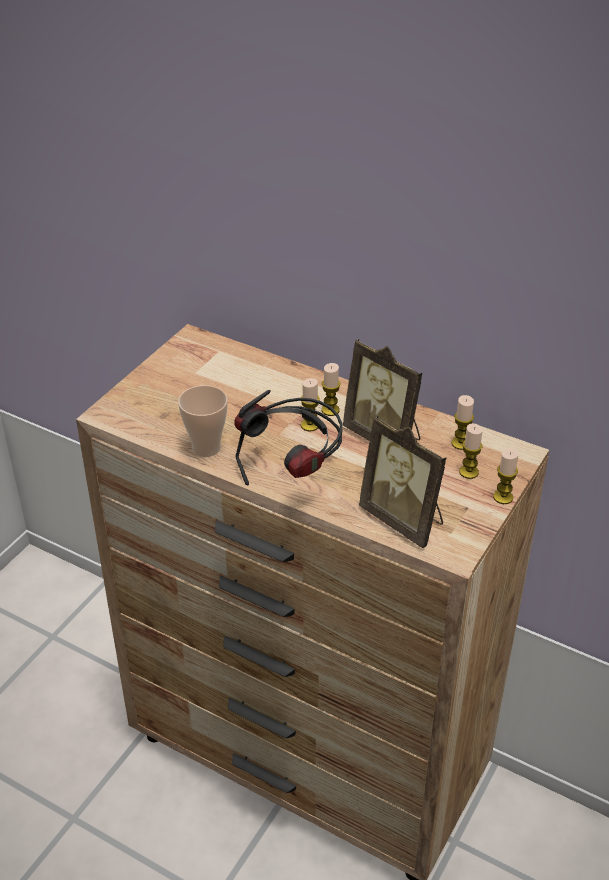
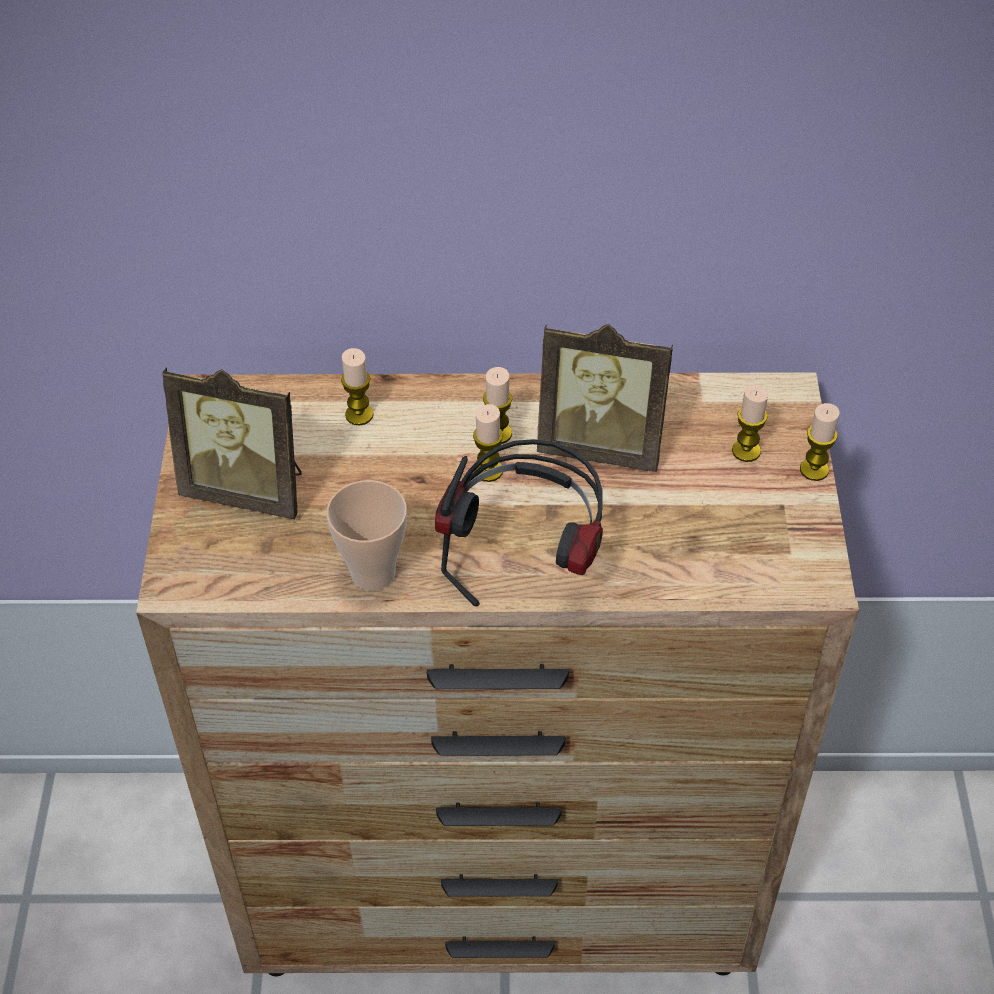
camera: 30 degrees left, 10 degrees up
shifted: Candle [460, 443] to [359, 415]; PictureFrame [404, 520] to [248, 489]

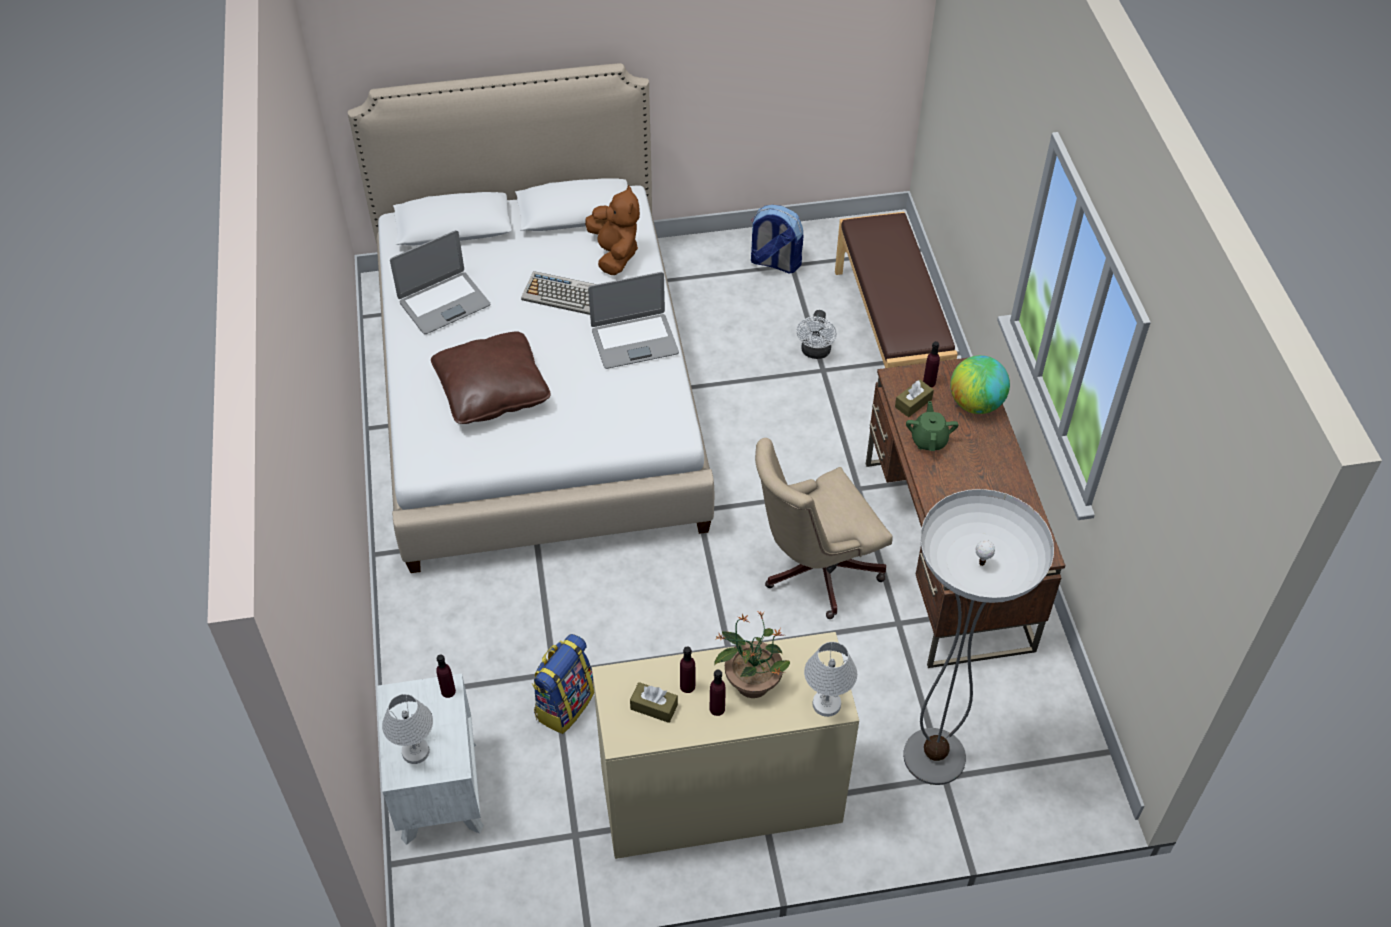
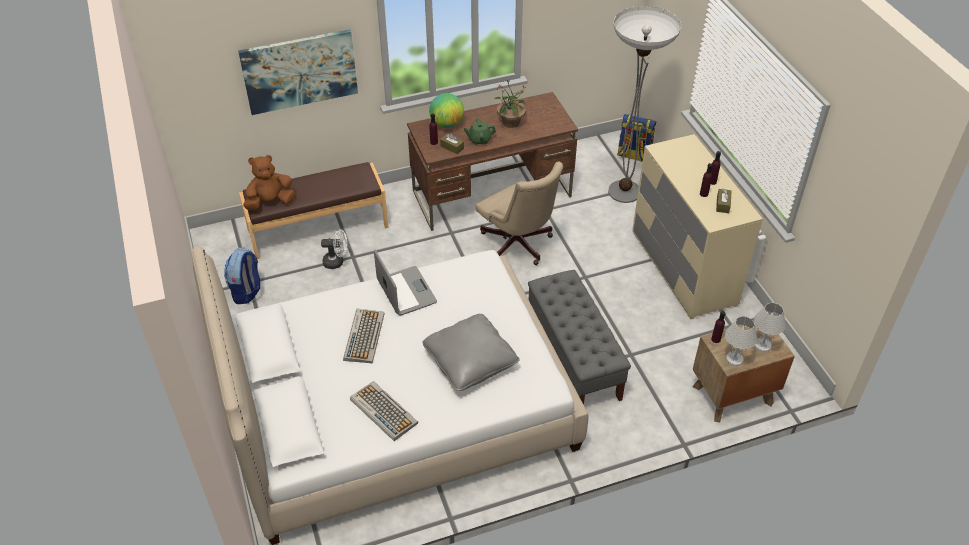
camera: 100 degrees left, 5 degrees down
new: Picture [299, 71]; GreyBench [573, 357]
shifted: BrownPlushToy [615, 254] to [270, 202]; PottedPlant [752, 682] to [510, 122]; Backpack [564, 704] to [633, 155]; WhiteTableLamp [826, 703] to [734, 360]
swapped: Laptop [444, 303] to Keyboard [383, 411]
repainted: BrownPillow [492, 391] to GreyPillow [470, 361]; WhiteNightstand [439, 790] to BrownNightstand [732, 395]

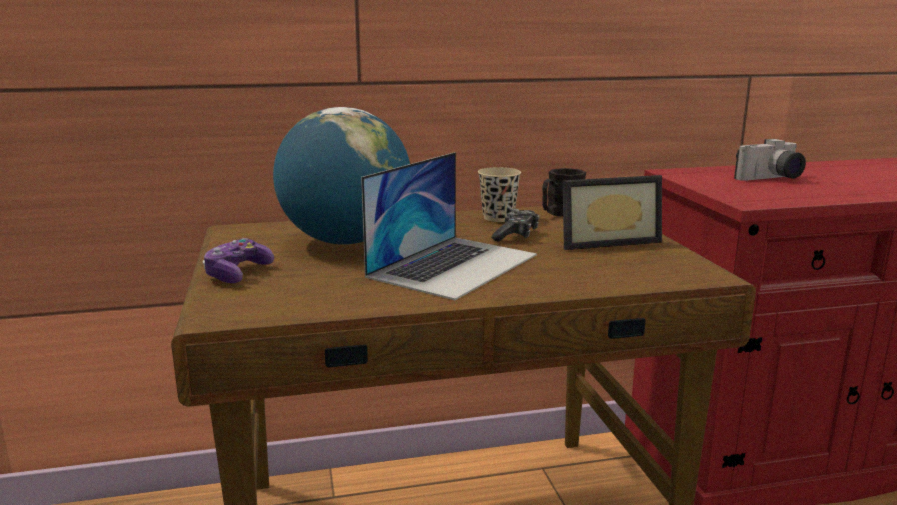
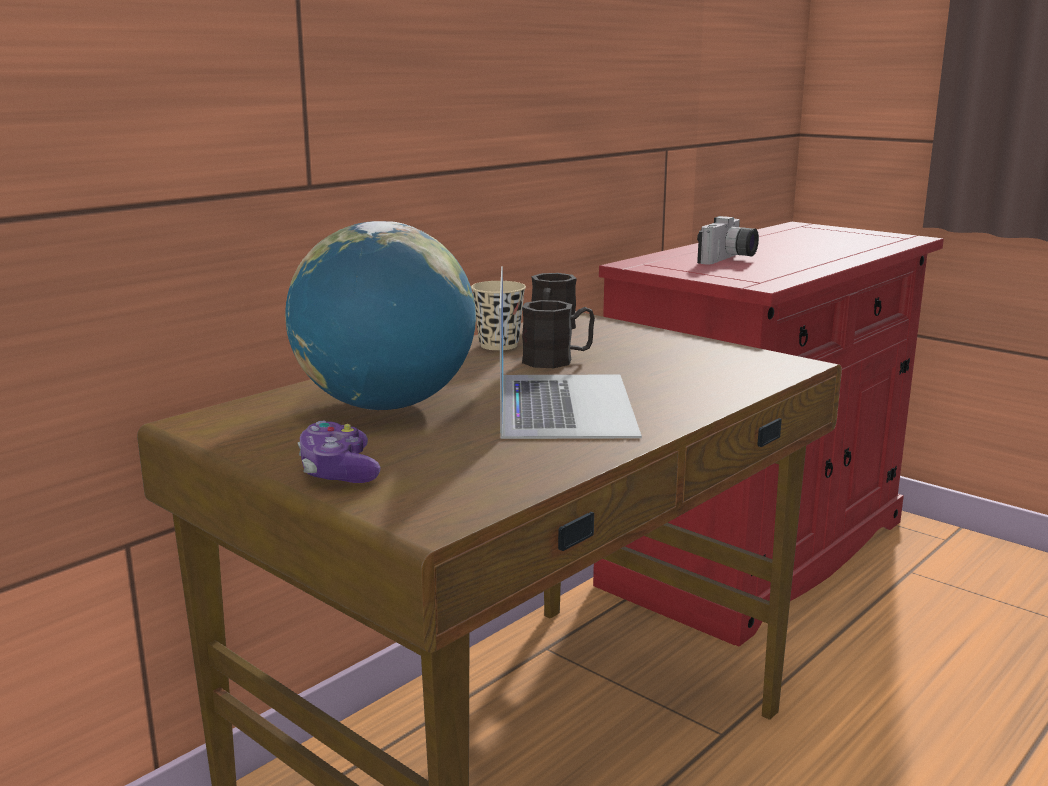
camera: 35 degrees left, 0 degrees up
gone: PictureFrame [606, 241]
swapped: GameController [516, 235] to BlackMug [558, 360]

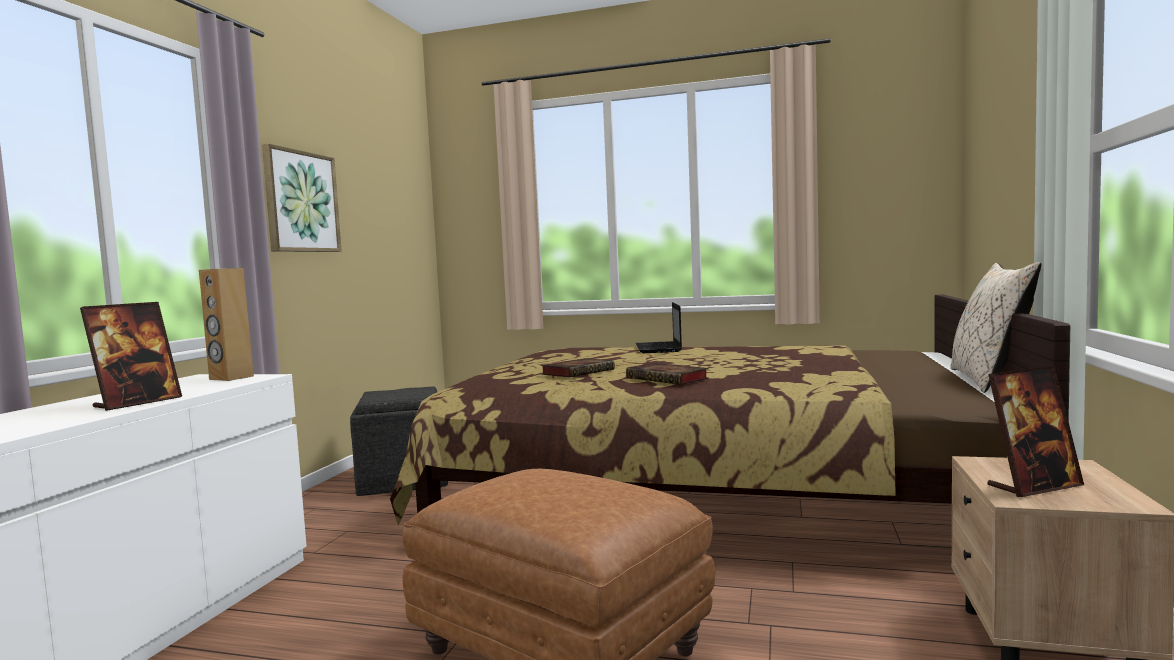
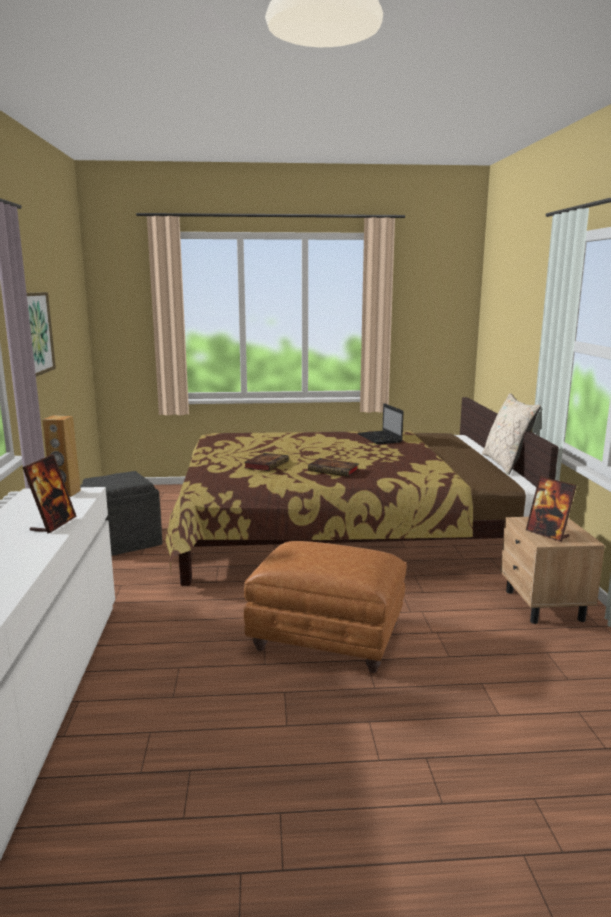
camera: 20 degrees left, 10 degrees up
shifted: Laptop [659, 349] to [380, 438]
rotated: PictureFrame [1034, 486] = [548, 534] 90 degrees clockwise

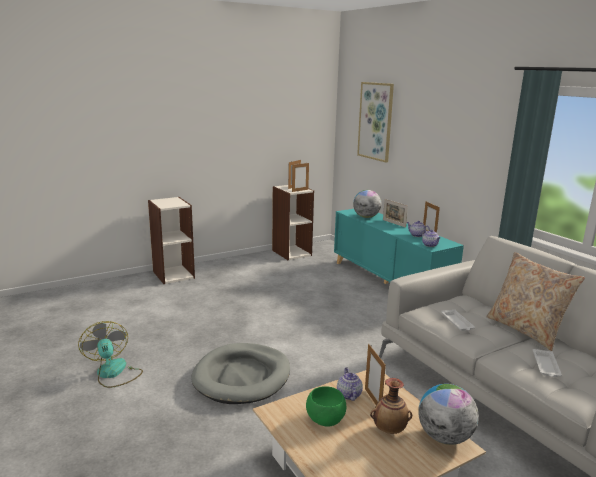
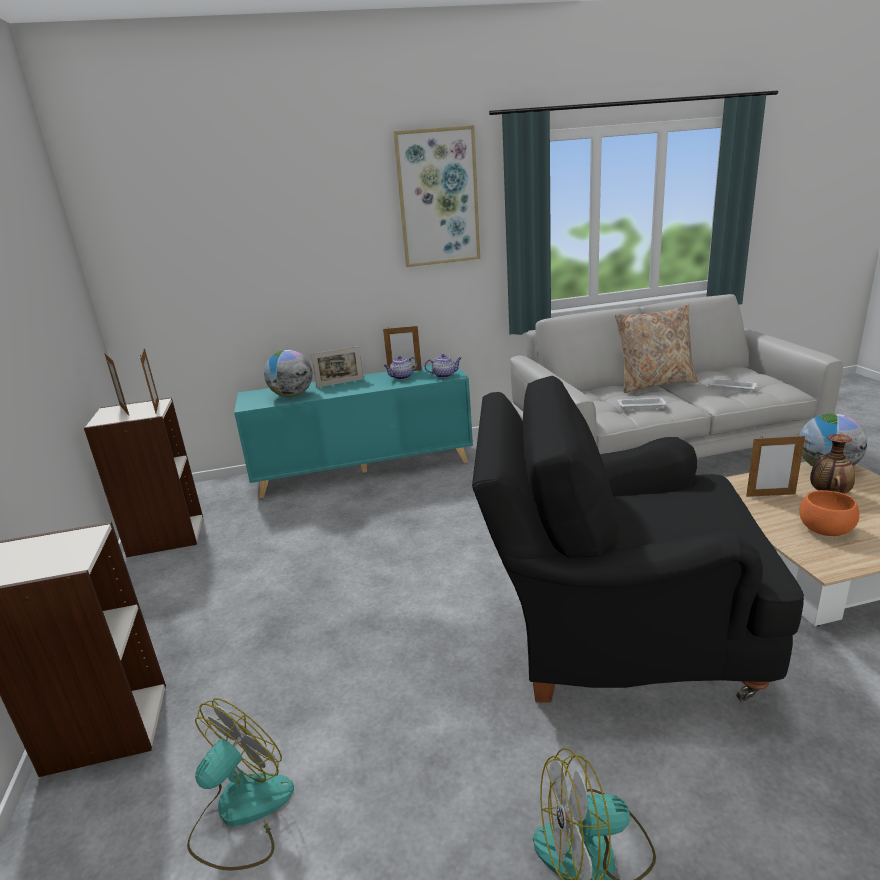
camera: 70 degrees left, 5 degrees up
gone: Teapot [348, 394]
new: Fan [241, 813]
shifted: Picture [375, 121] to [438, 198]
swapped: GreyDogBed [242, 376] to BlackArmchair [616, 639]
repainted: GreenBowl [325, 419] to OrangeBowl [825, 530]

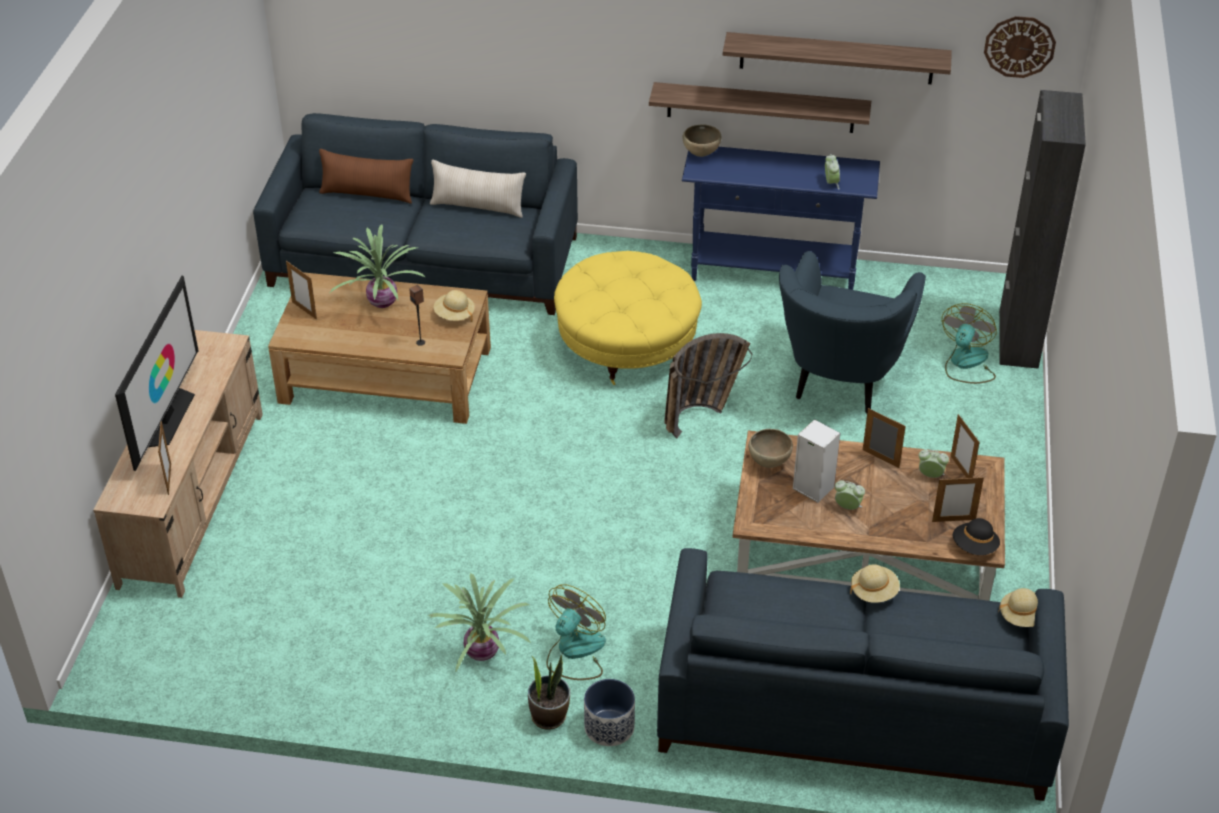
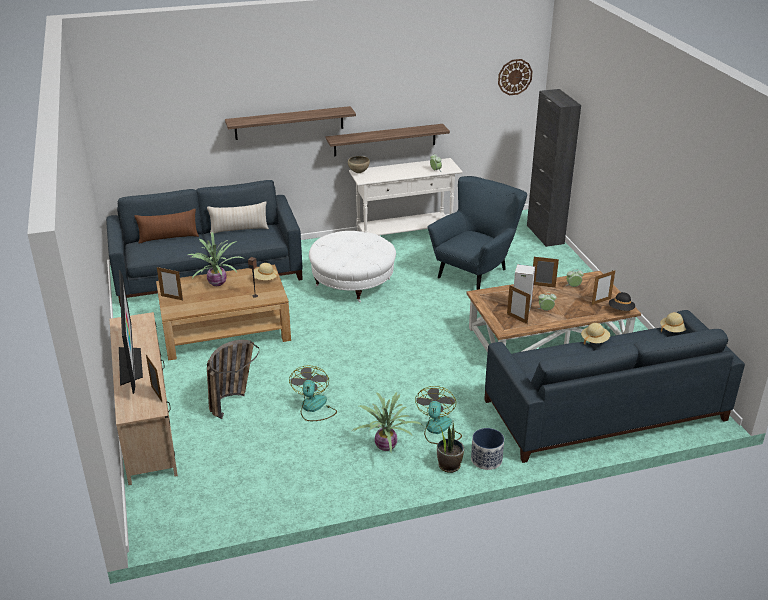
camera: 25 degrees left, 10 degrees down
gone: BrownBowl [769, 462]
shifted: Shelf [836, 58] to [289, 123]; Fan [966, 364] to [314, 408]; Basket [702, 415] to [232, 400]; PictureFrame [961, 469] to [517, 319]
repainted: BlueConsoleTable [774, 273] to WhiteConsoleTable [405, 235]; YellowOttoman [627, 344] to WhiteOttoman [353, 283]
rotated: BlueArmchair [841, 381] = [476, 272] 135 degrees counterclockwise

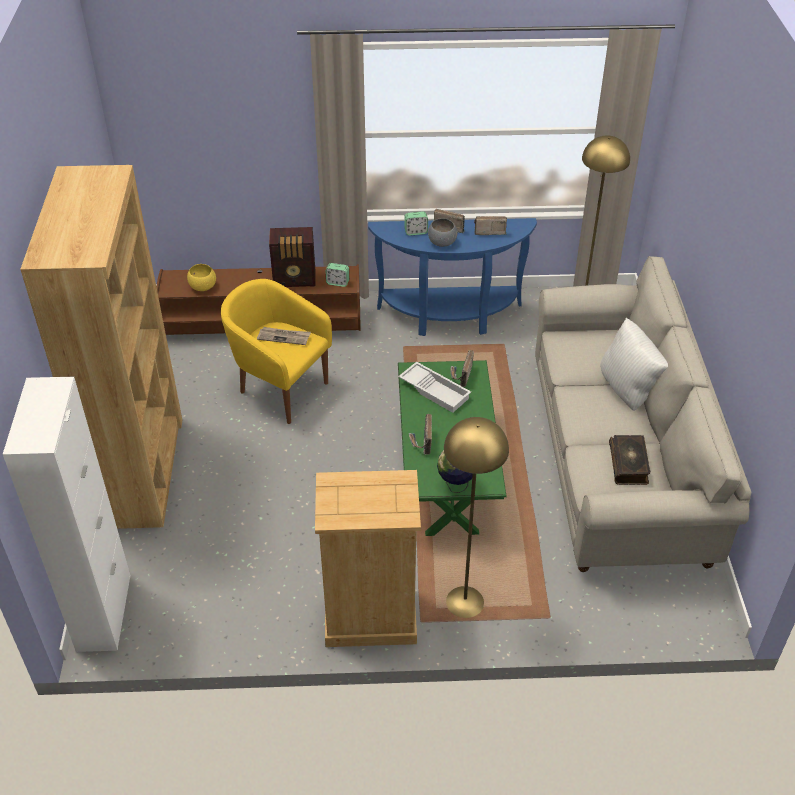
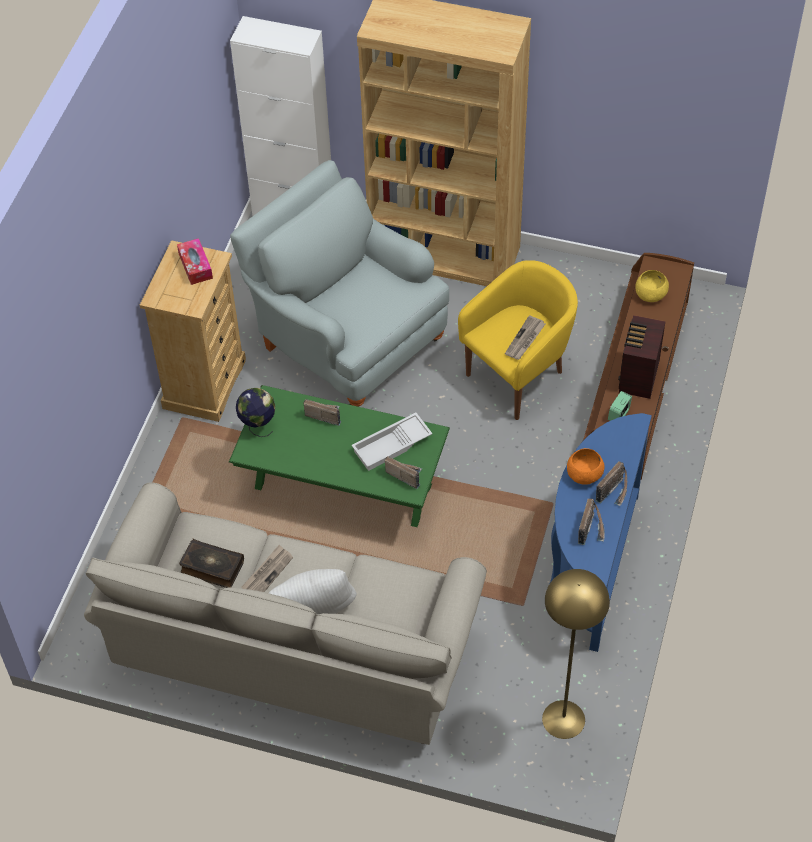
camera: 110 degrees right, 10 degrees up
gone: AlarmClock [416, 232]; YellowFloorLamp [464, 602]
new: GreyArmchair [346, 338]; TissueBox [195, 266]; Newspaper [267, 573]
repainted: GreyBowl [442, 242] to OrangeBowl [583, 474]

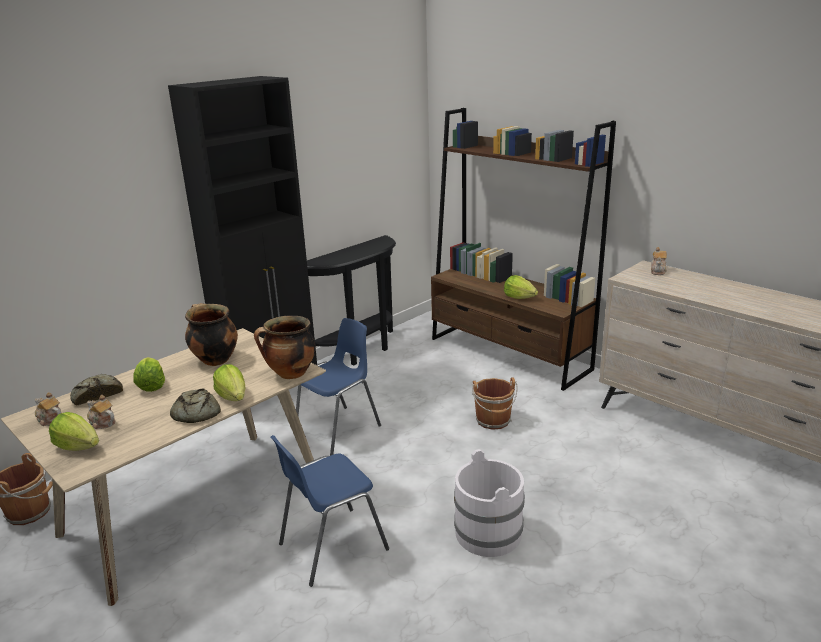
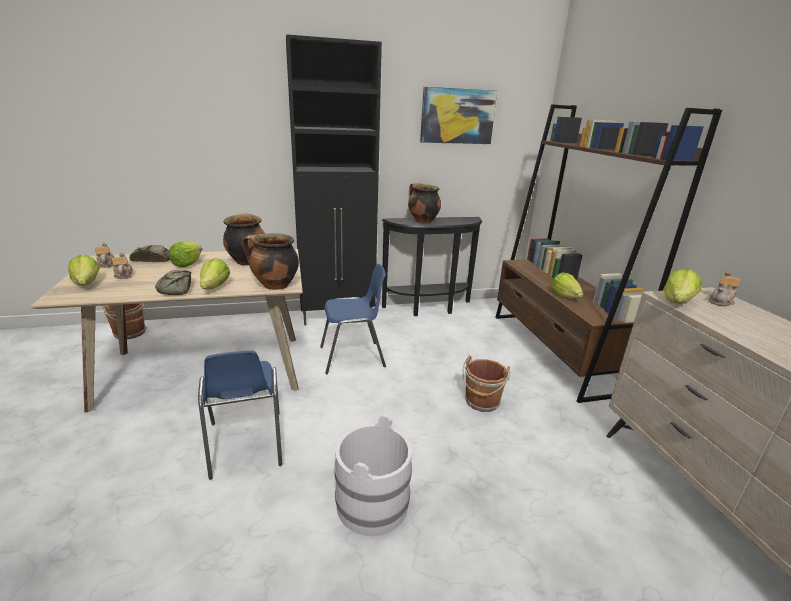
camera: 30 degrees right, 0 degrees up
new: Picture [457, 116]; CookingPot [422, 221]; Lettuce [677, 302]
rotated: BlueChair [331, 546] = [245, 444] 105 degrees counterclockwise

